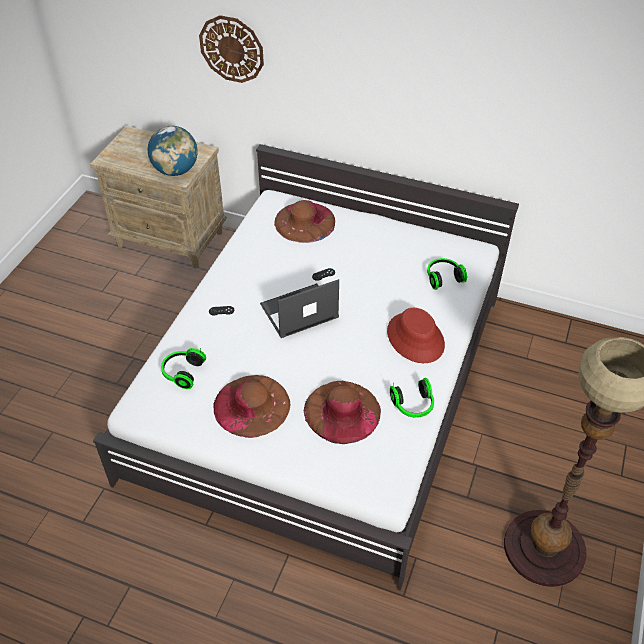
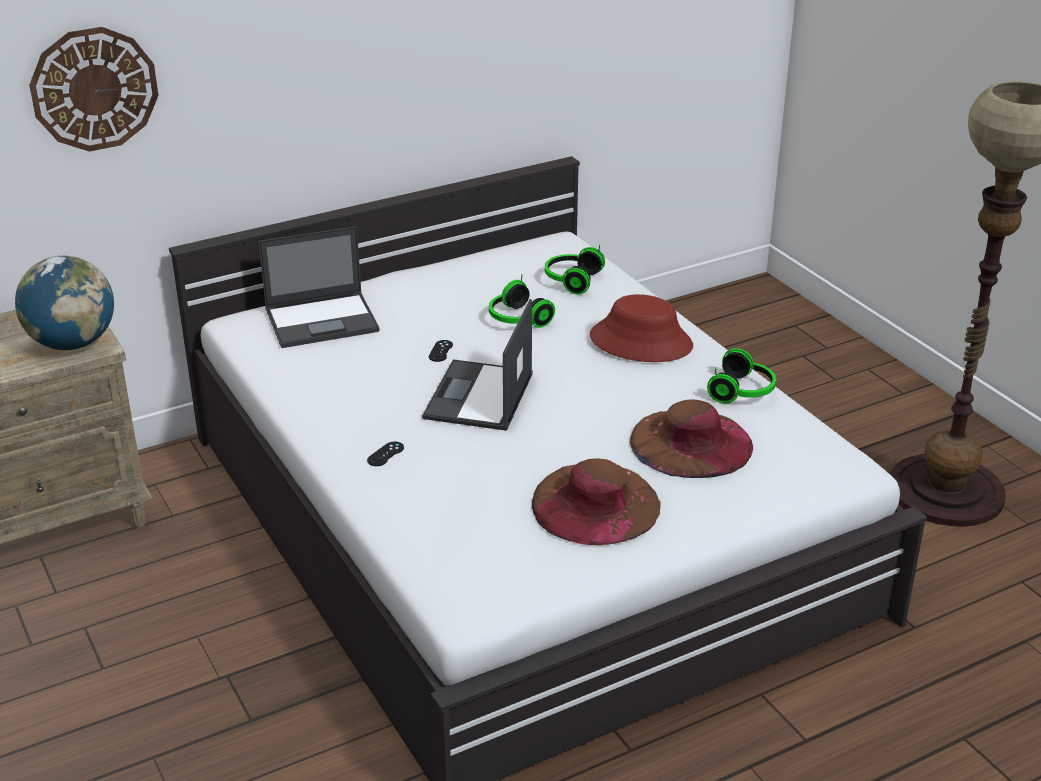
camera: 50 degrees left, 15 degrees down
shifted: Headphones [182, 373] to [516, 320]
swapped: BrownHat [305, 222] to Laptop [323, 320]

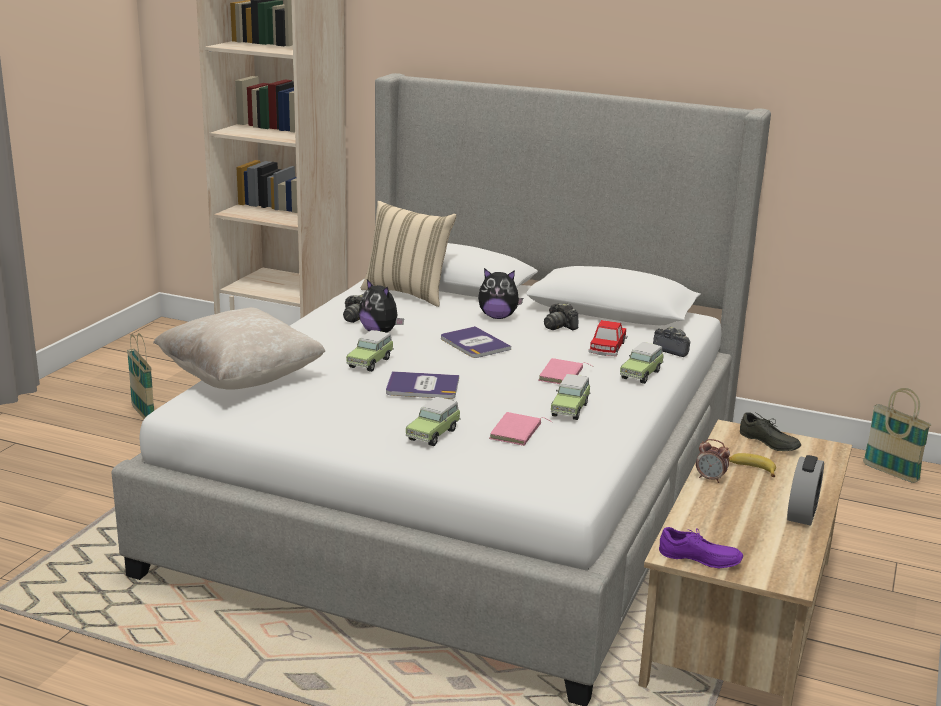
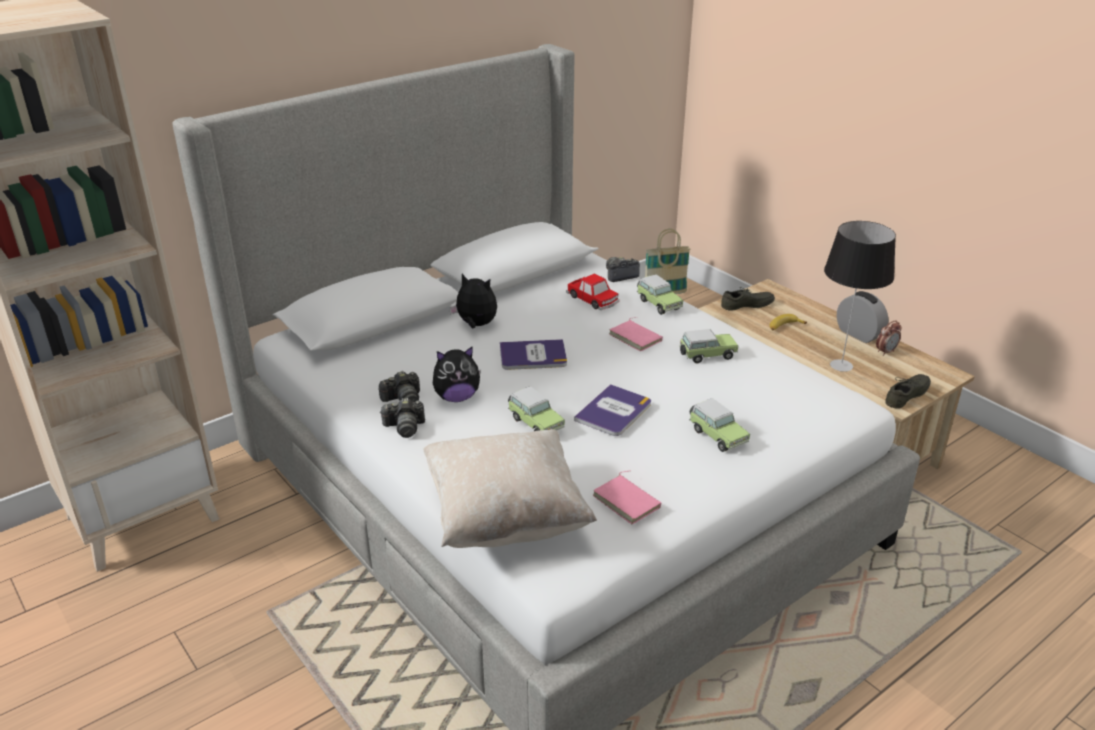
camera: 60 degrees left, 10 degrees up
gone: BeigePillow [408, 293]; Basket [143, 414]
new: TableLamp [842, 365]
shifted: PhotoCamera [559, 326] to [404, 427]; PinkBook [517, 433] to [628, 501]; AlarmClock [710, 479] to [885, 352]
repainted: PurpleShoe [699, 560] to GreyShoe [909, 396]
rotated: PlushToy [498, 317] = [476, 325] 105 degrees counterclockwise; ToyCar [570, 409] = [706, 356] 60 degrees counterclockwise

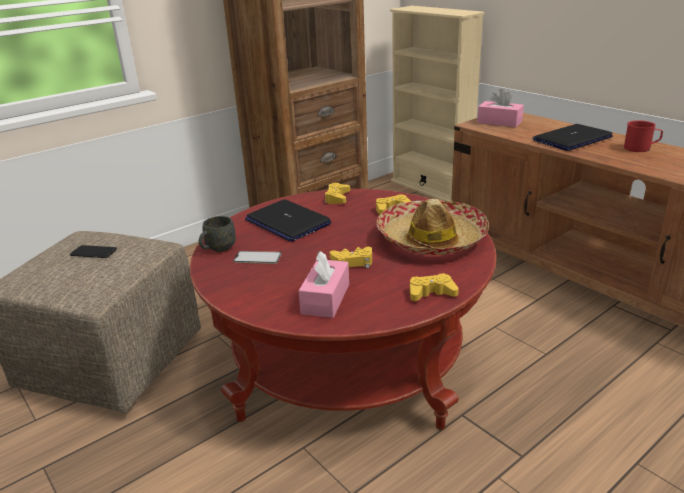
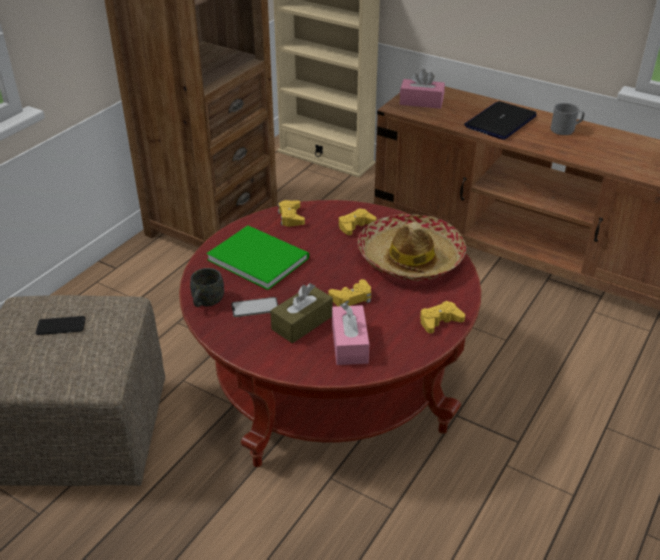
camera: 20 degrees left, 10 degrees up
new: BrownTissueBox [302, 323]
swapped: Laptop [287, 222] to GreenBook [257, 257]
repainted: RedMug [641, 148] to GreyMug [566, 129]

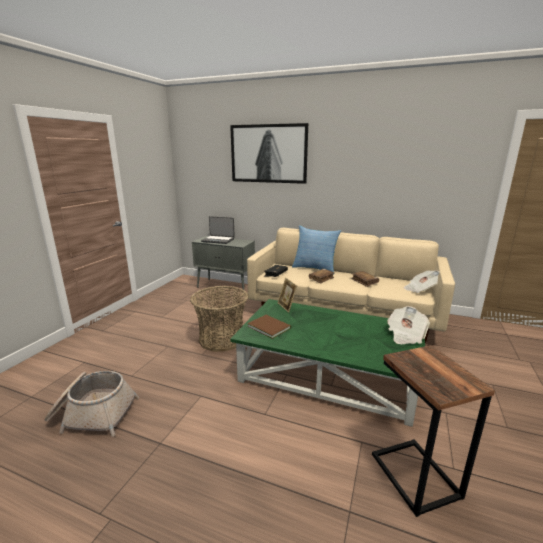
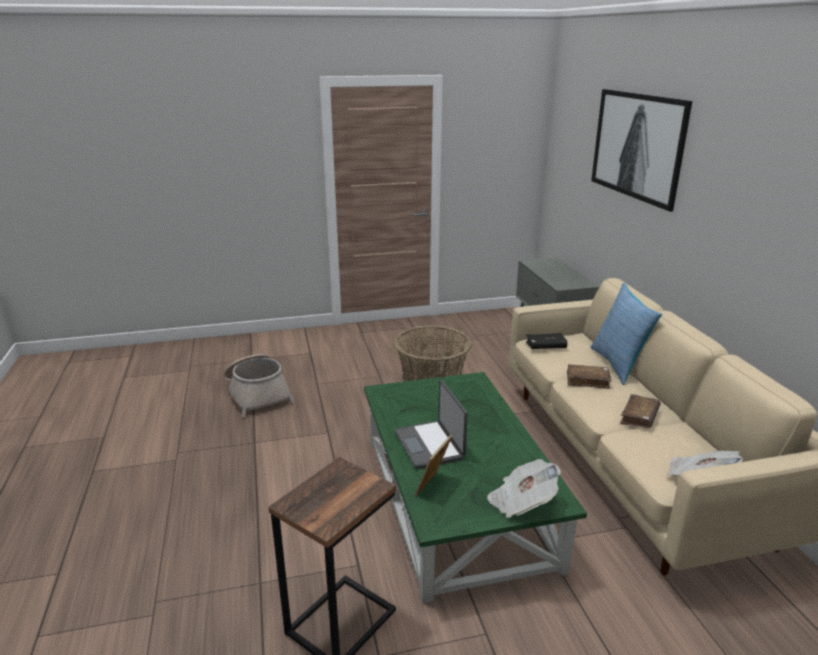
camera: 55 degrees right, 5 degrees up
gone: BrownBook [268, 326]
shifted: Laptop [218, 240] to [430, 445]; PictureFrame [286, 307] to [432, 486]

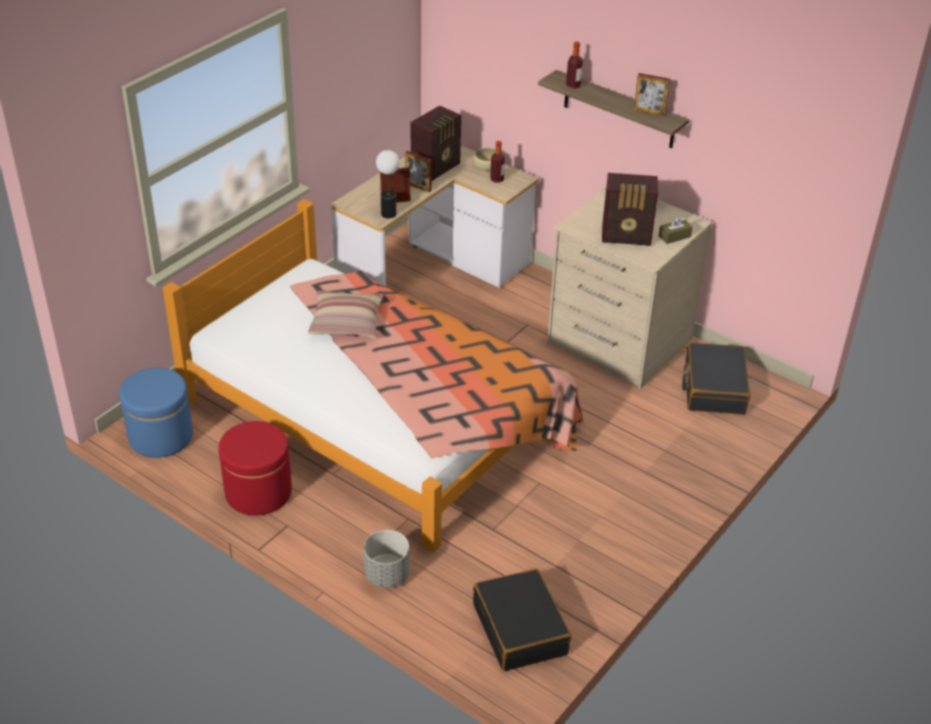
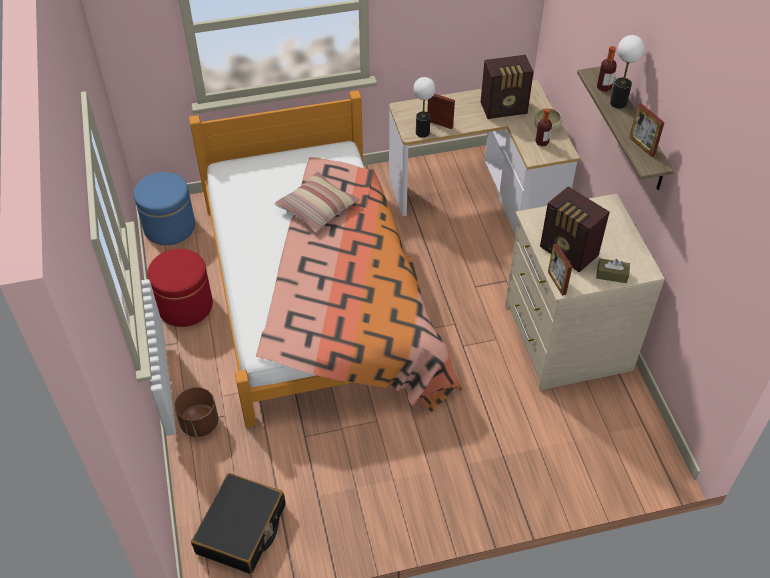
camera: 40 degrees right, 10 degrees up
gone: BlackSuitcase [714, 388]
new: TableLamp [618, 103]
shifted: PictureFrame [418, 187] to [556, 283]
repainted: GreyPlanter [386, 575] to BrownPlanter [199, 423]

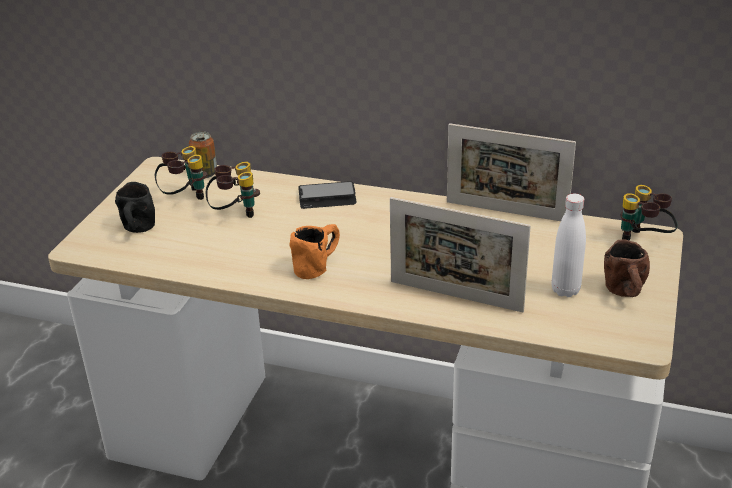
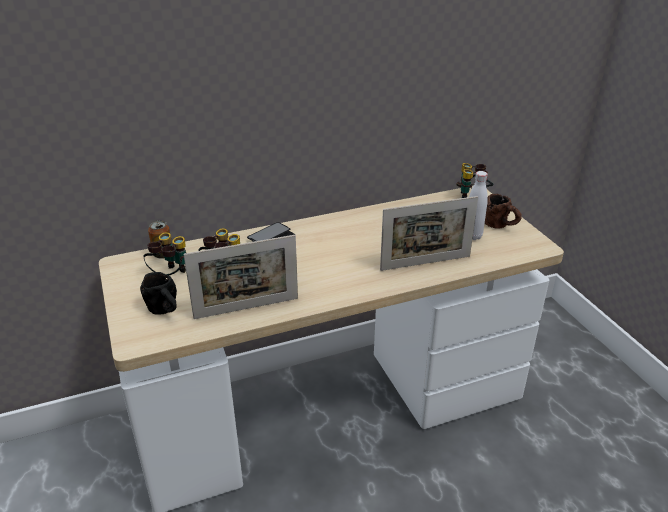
camera: 40 degrees left, 0 degrees up
gone: OrangeMug [318, 265]
shifted: PictureFrame [506, 211] to [246, 308]

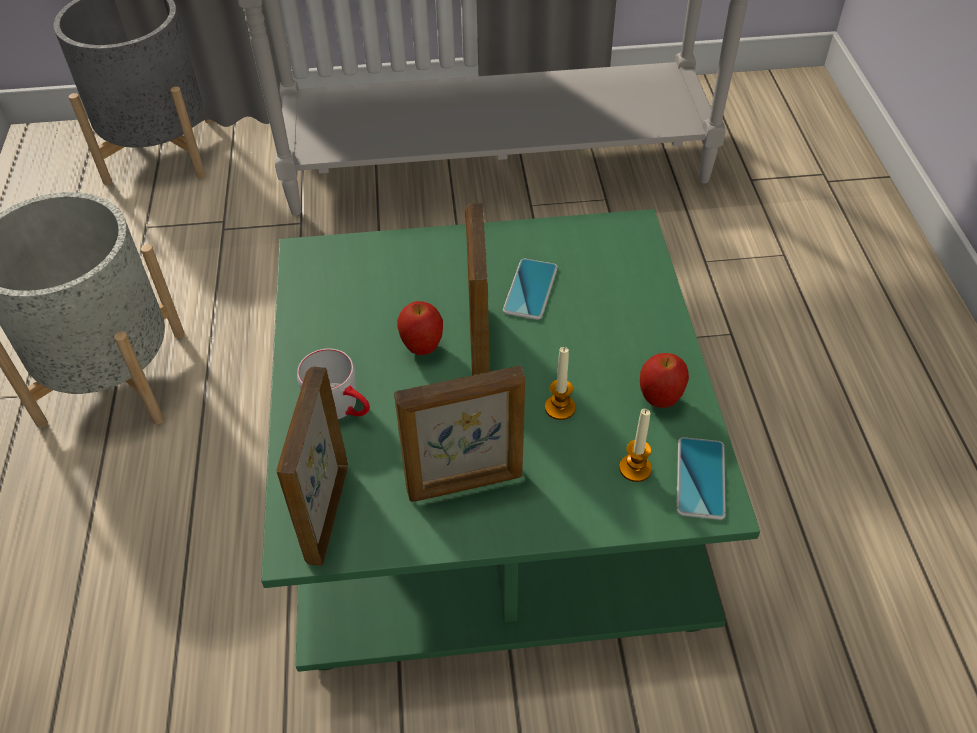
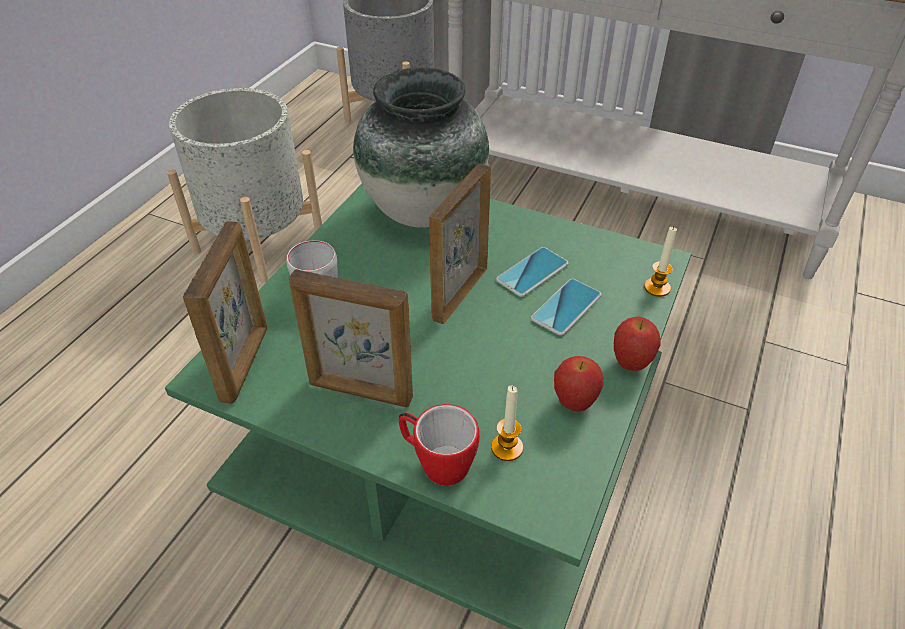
camera: 30 degrees right, 5 degrees down
new: Vase [422, 211]; Mug [437, 462]
shifted: Apple [422, 347] to [631, 363]; Candle [560, 408] to [657, 288]; Phone [700, 478] to [566, 307]
rotated: PictureFrame [326, 513] = [245, 363] 150 degrees clockwise

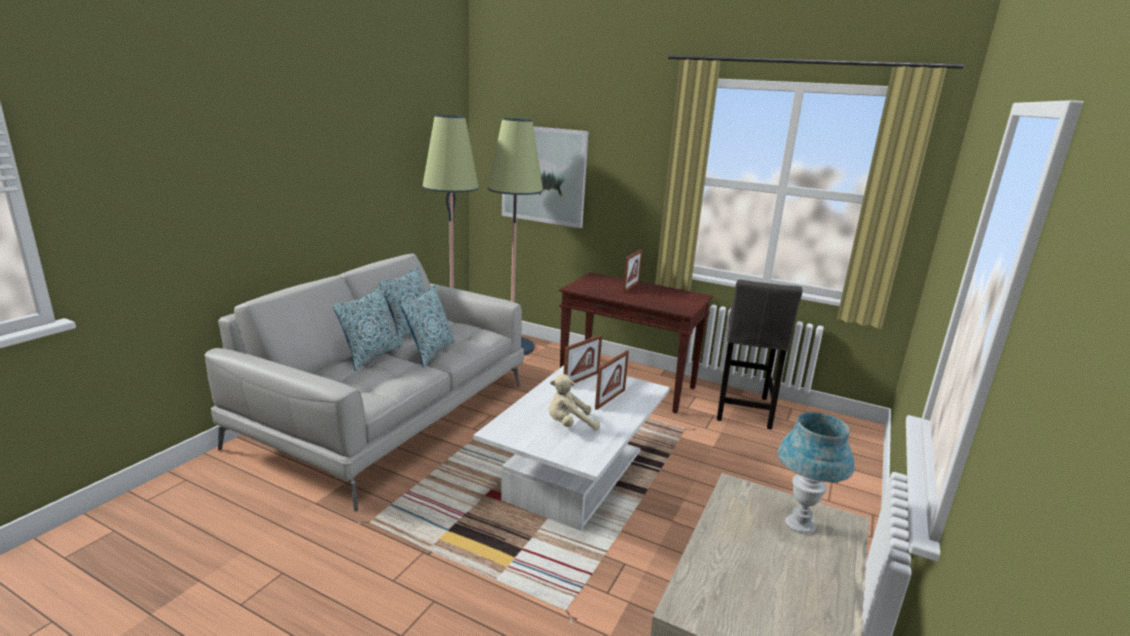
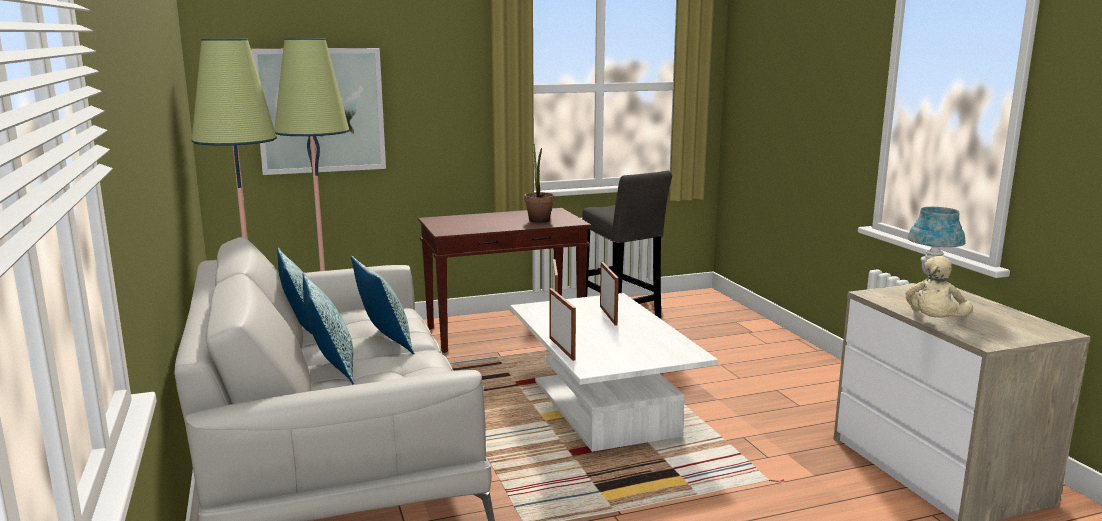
camera: 45 degrees left, 5 degrees down
new: PottedPlant [539, 221]
shifted: PictureFrame [631, 287] to [561, 348]; BeigePlushToy [569, 425] to [934, 322]

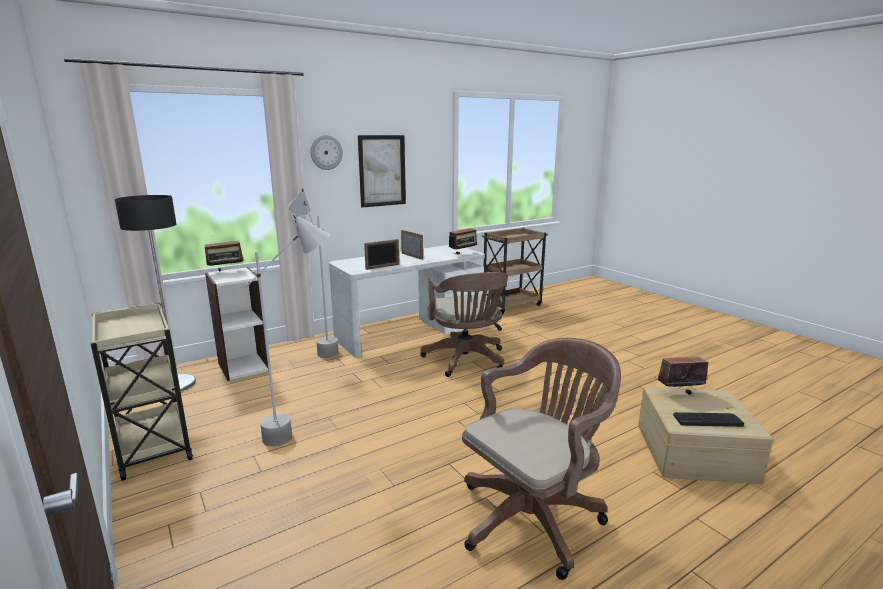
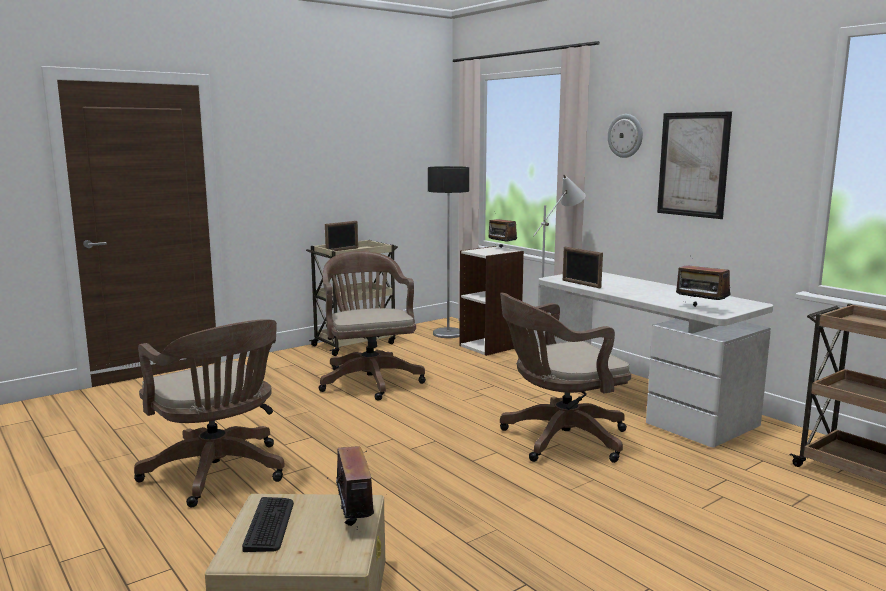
camera: 85 degrees right, 5 degrees down
shifted: PictureFrame [412, 256] to [342, 250]
swapped: GreyFloorLamp [302, 433] to BrownOfficeChair [369, 380]

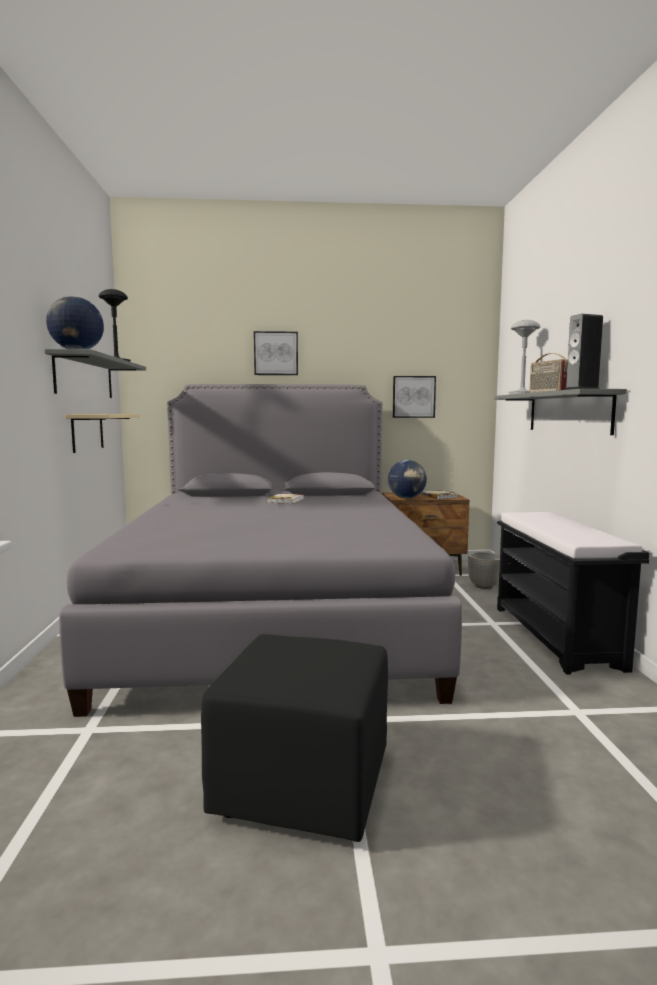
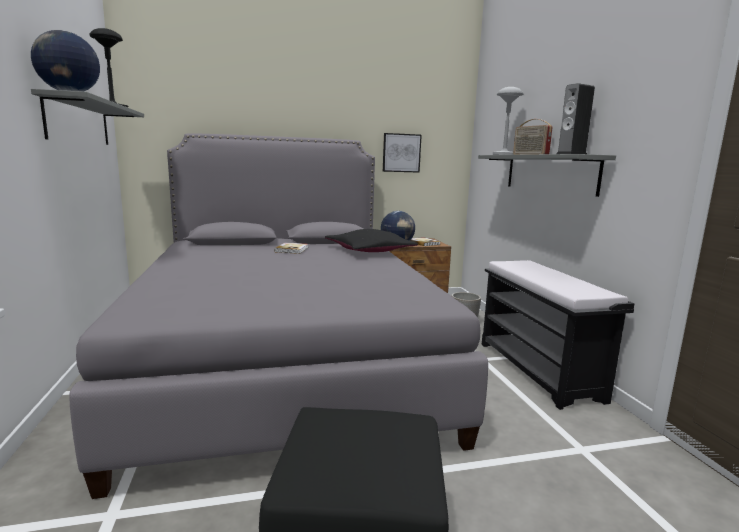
camera: 10 degrees left, 5 degrees up
gone: Picture [276, 353]; BeigeShelf [87, 432]
new: BlackPillow [369, 251]

